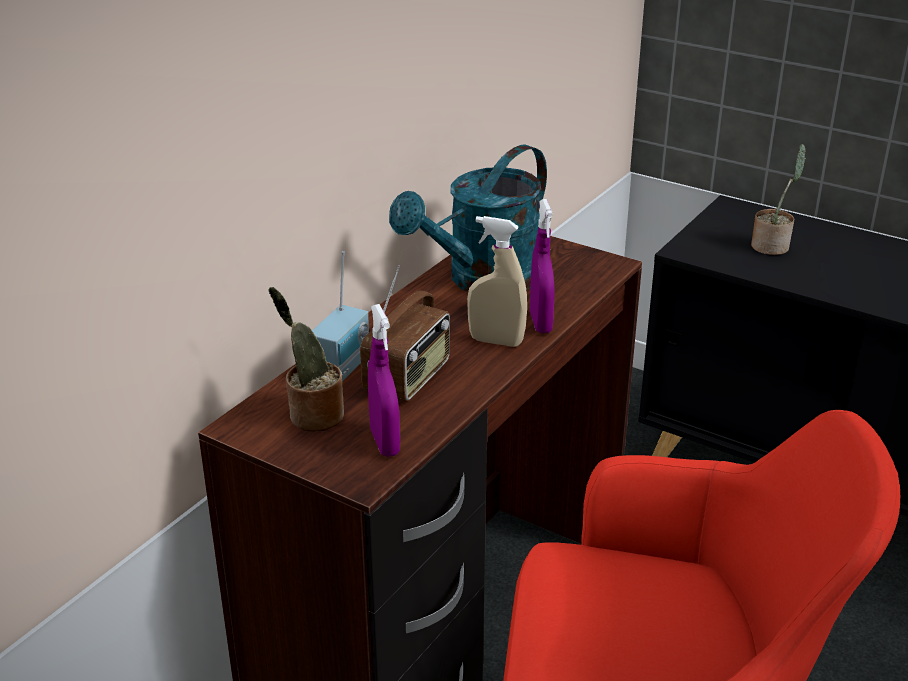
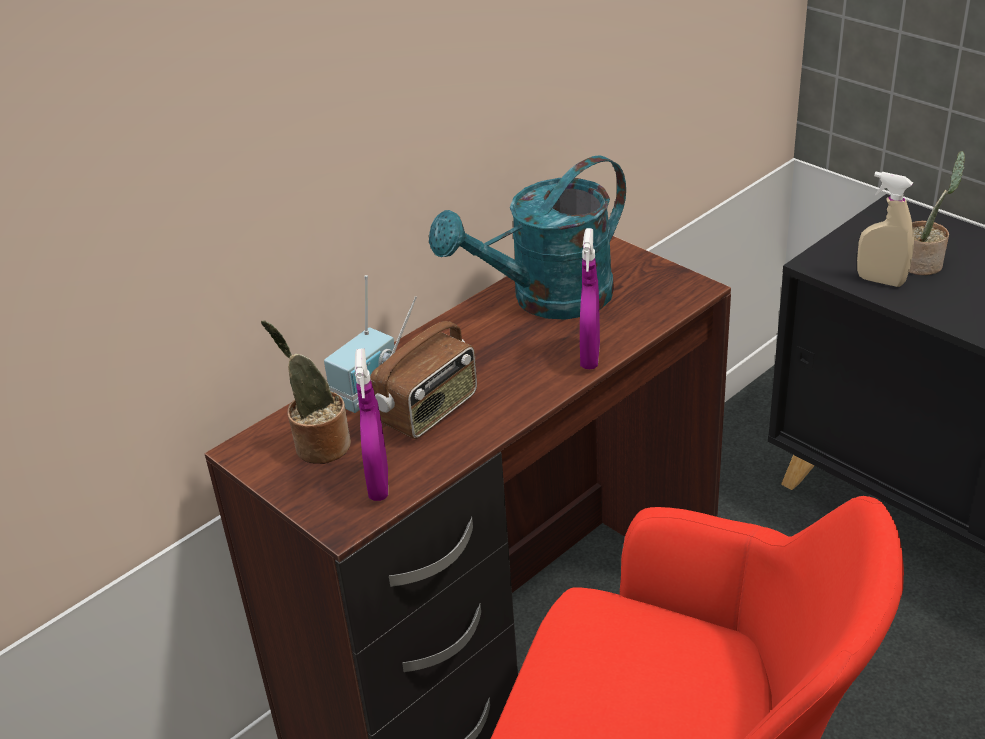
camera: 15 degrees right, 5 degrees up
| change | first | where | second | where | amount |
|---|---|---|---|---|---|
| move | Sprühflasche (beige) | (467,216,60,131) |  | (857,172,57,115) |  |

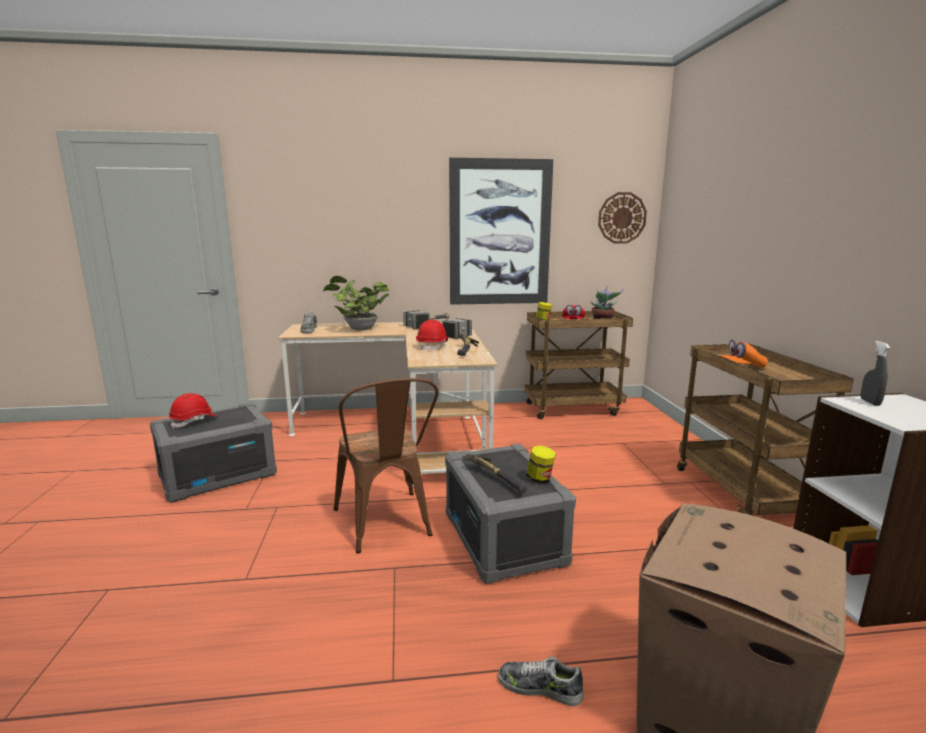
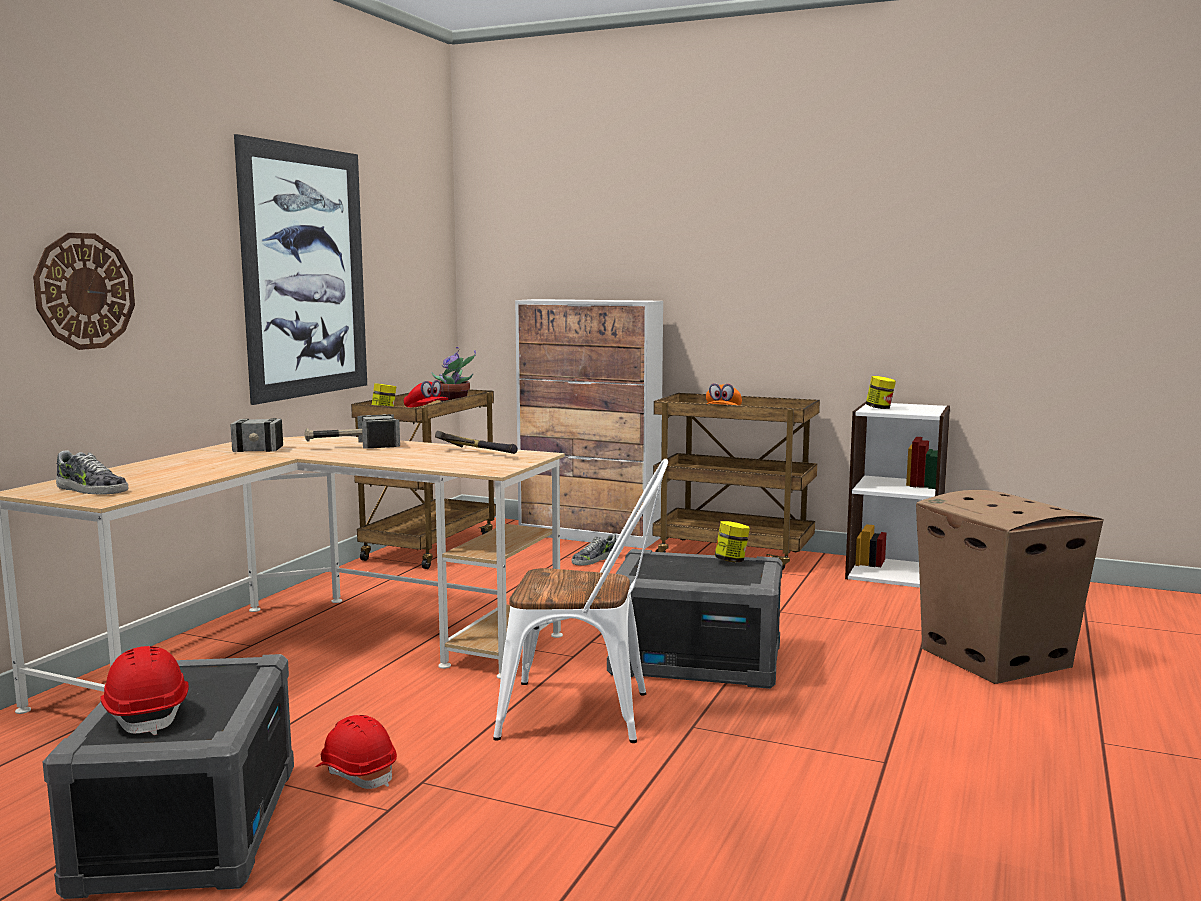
camera: 60 degrees left, 5 degrees down
| change | first | where | second | where | amount |
|---|---|---|---|---|---|
| delete | Topfpflanze | (323,276,66,55) |  |  |  |
| recolor | Stuhl (braun) | (333,378,106,175) | Stuhl (weiß) | (493,459,175,284) |  |
| move | Schutzhelm (rot) | (416,320,32,32) |  | (315,715,82,74) |  |
| delete | Hammer | (465,454,62,39) |  |  |  |
| move | Schuh | (498,656,86,50) |  | (572,533,44,33) |  |
| move | Wanduhr | (598,192,49,52) |  | (33,233,102,117) |  |
| replace | Sprühflasche (grau) | (861,341,29,65) | Vorratsglas | (866,376,30,33) |  |
| insert |  |  | Schrank | (515,299,148,250) |  |

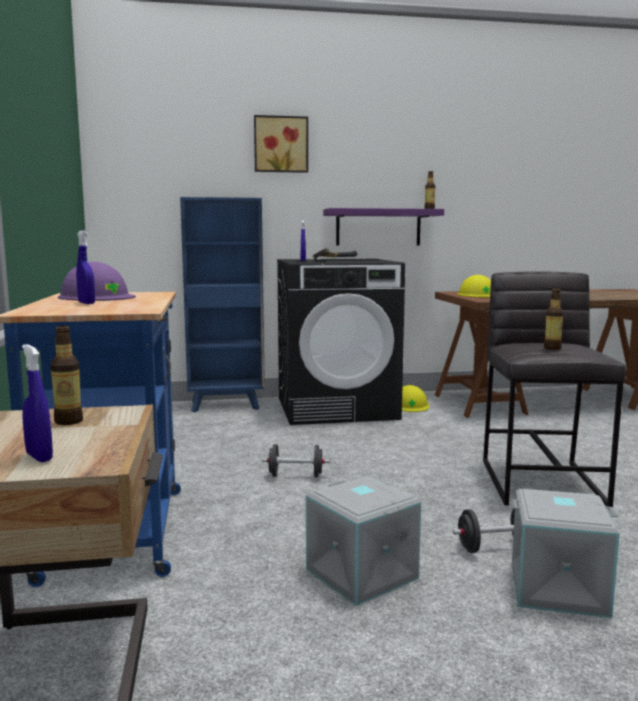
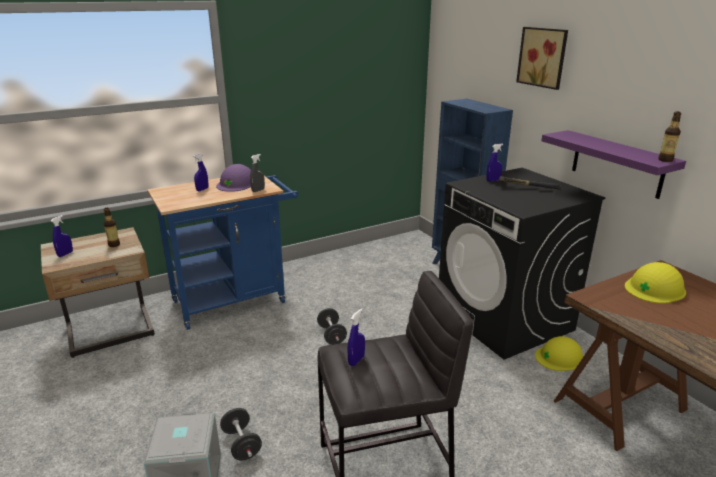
camera: 70 degrees right, 15 degrees up
| change | first | where | second | where | amount |
|---|---|---|---|---|---|
| delete | Aufbewahrungsbox (grau) | (306,476,115,130) |  |  |  |
| replace | Flasche | (544,288,20,62) | Sprühflasche (blau) | (348,309,17,57) |  |
| insert |  |  | Sprühflasche (grau) | (250,154,15,38) |  |

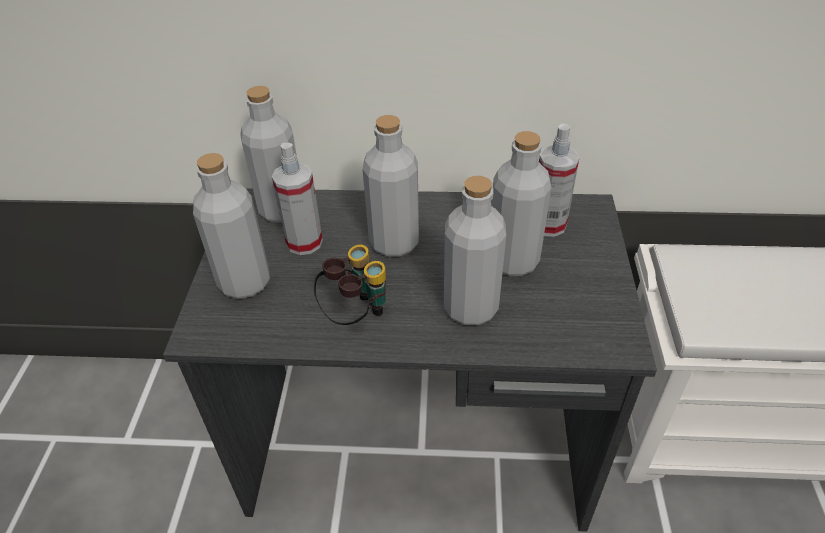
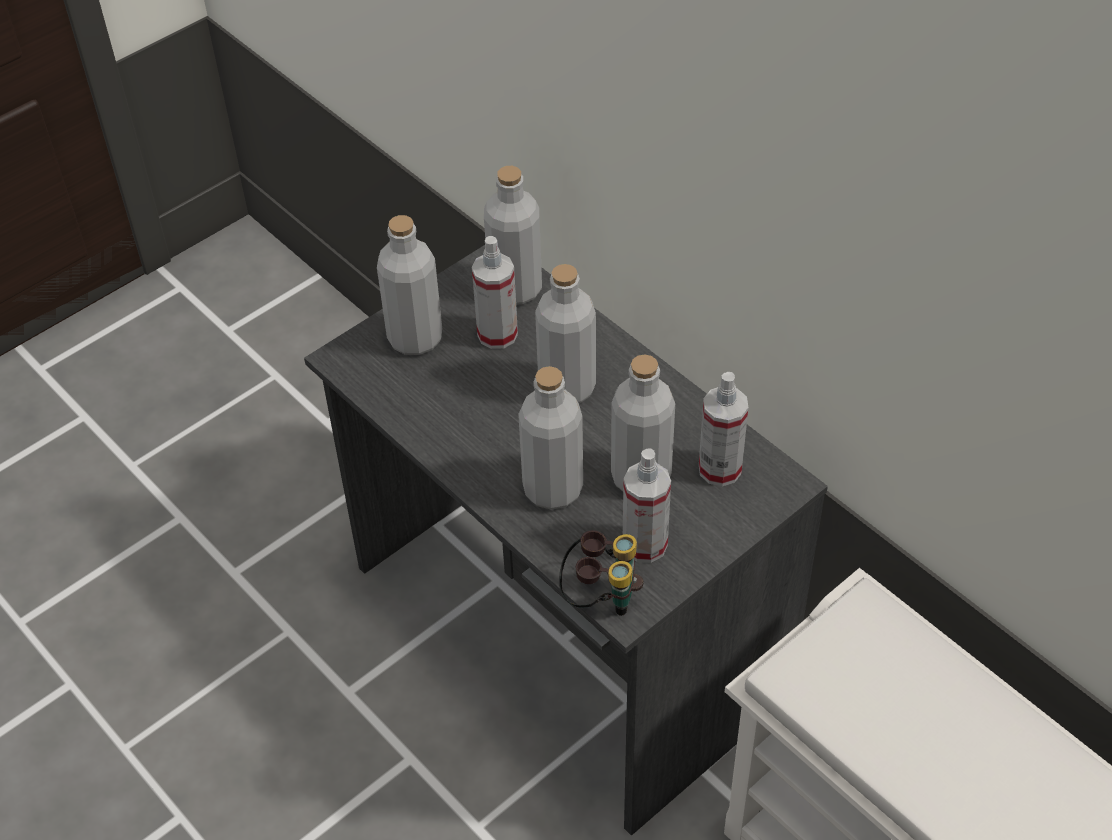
camera: 45 degrees right, 5 degrees up
| change | first | where | second | where | amount |
|---|---|---|---|---|---|
| move | Fernglas | (314,245,72,80) |  | (559,530,84,86) |  |
| insert |  |  | Sprühflasche | (623,448,48,115) |  |

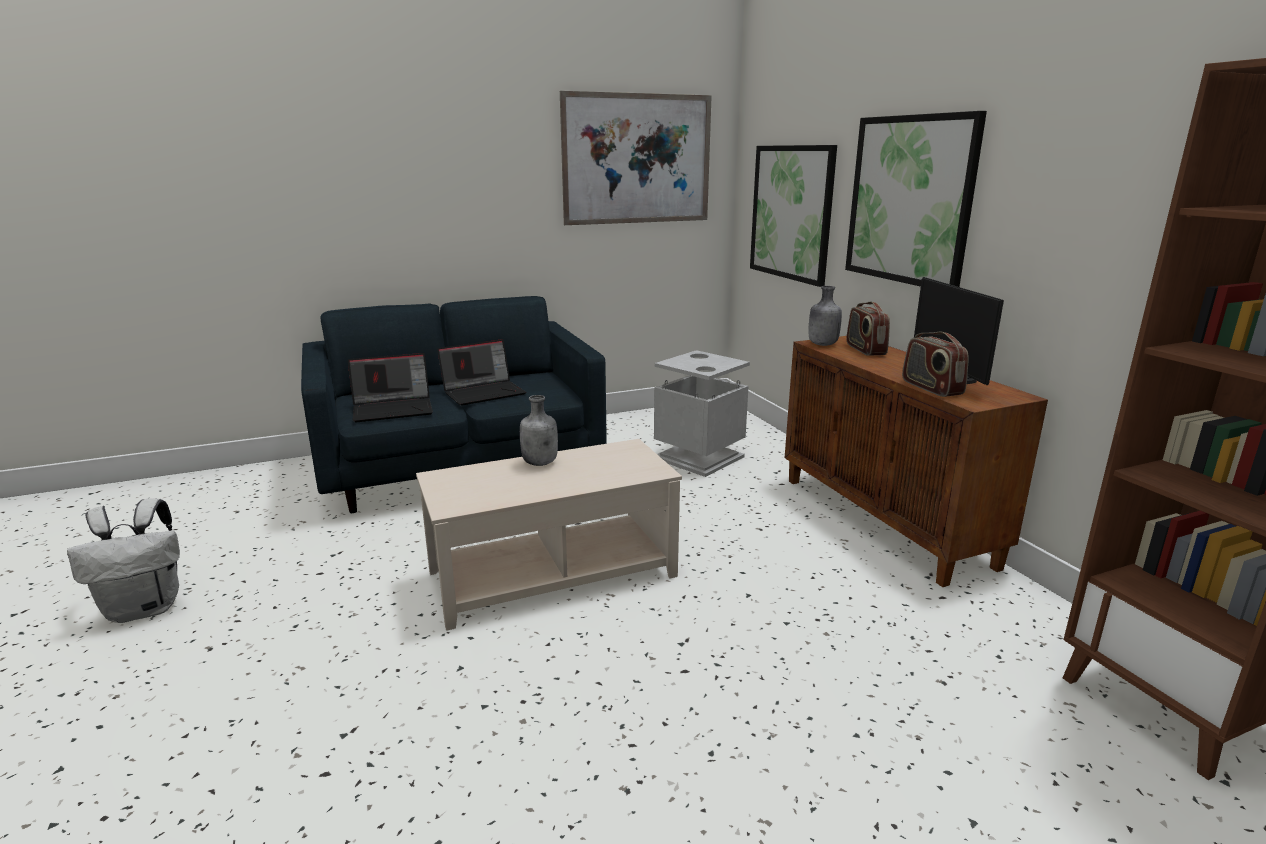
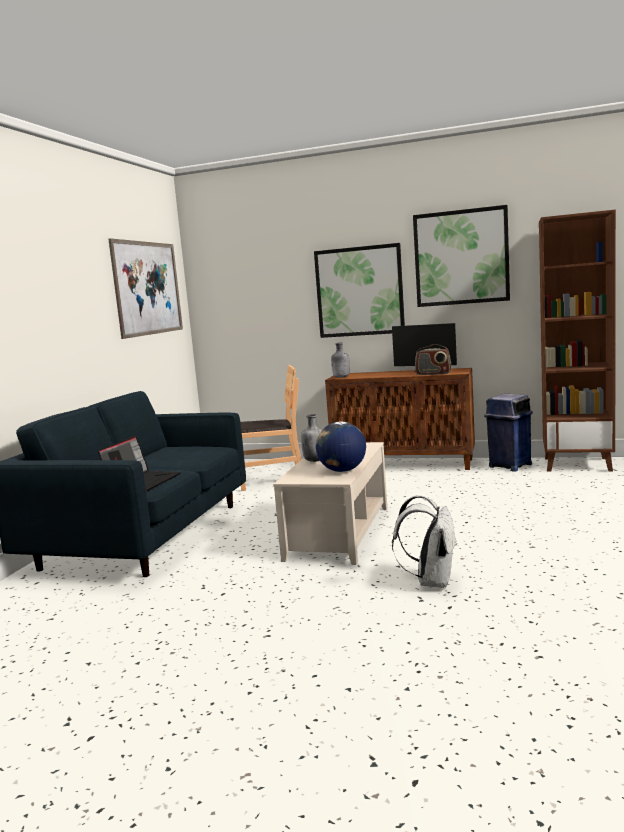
camera: 50 degrees left, 10 degrees down
| change | first | where | second | where | amount |
|---|---|---|---|---|---|
| move | Rucksack (weiß) | (67,498,113,125) |  | (392,495,65,93) |  |
| delete | Laptop | (437,339,89,67) |  |  |  |
| replace | Mülleimer (grau) | (654,350,96,127) | Stuhl (braun) | (240,365,62,126) |  |
| move | Bild | (750,145,87,142) |  | (413,205,97,102) |  |
| delete | Radio | (847,301,43,55) |  |  |  |
| insert |  |  | Globus | (316,422,50,50) |  |
| insert |  |  | Mülleimer (blau) | (484,394,49,77) |  |

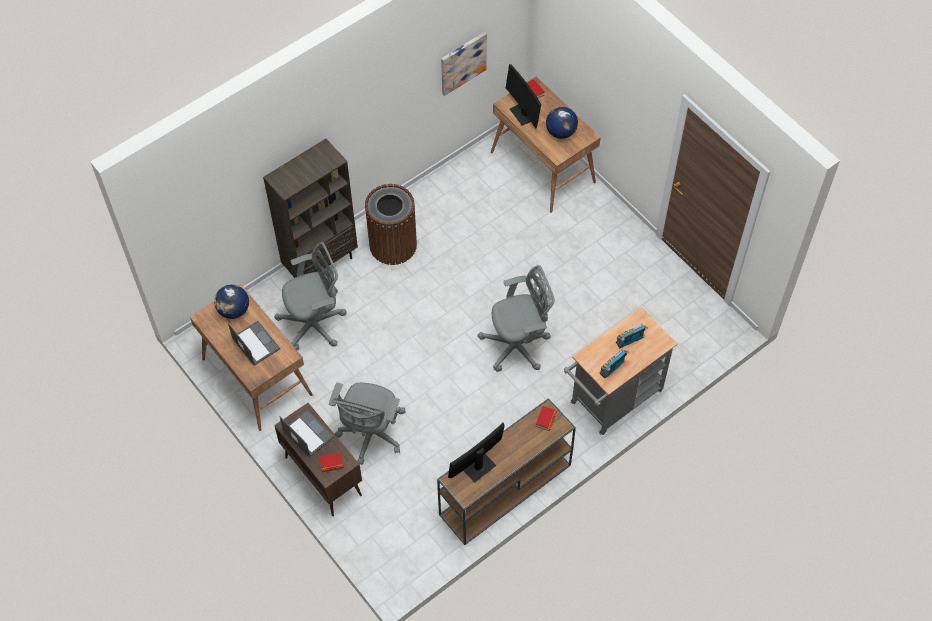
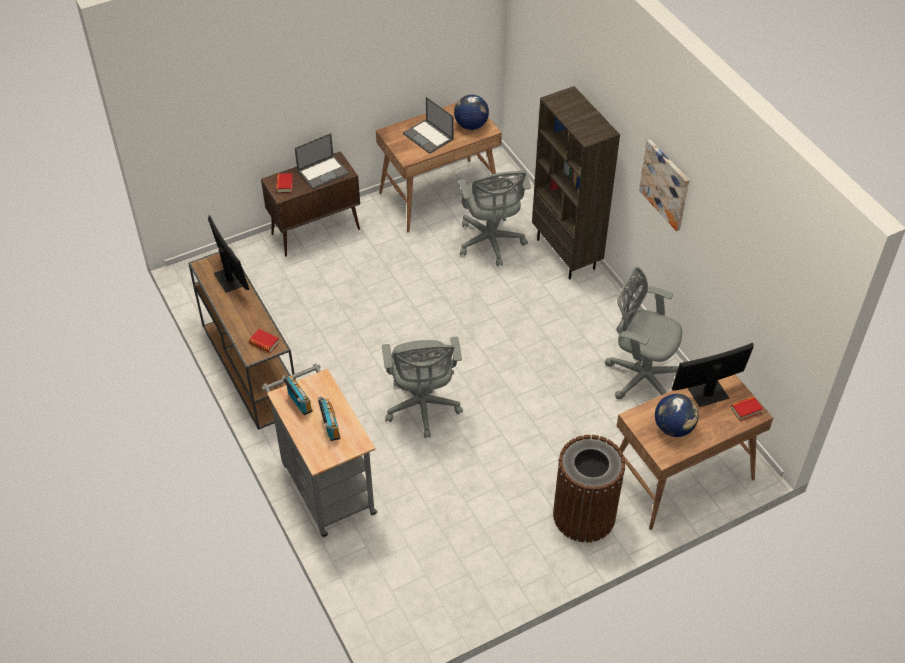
camera: 100 degrees right, 10 degrees down
| change | first | where | second | where | amount |
|---|---|---|---|---|---|
| rotate | Laptop | (228,321,52,45) |  | (403,97,51,57) | 75 degrees clockwise |
| move | Bürostuhl (grau) | (329,383,76,82) |  | (605,266,77,133) |  |
| move | Mülleimer (braun) | (365,184,52,81) |  | (553,435,72,107) |  |
| move | Bild | (441,32,46,64) |  | (639,139,50,92) |  |

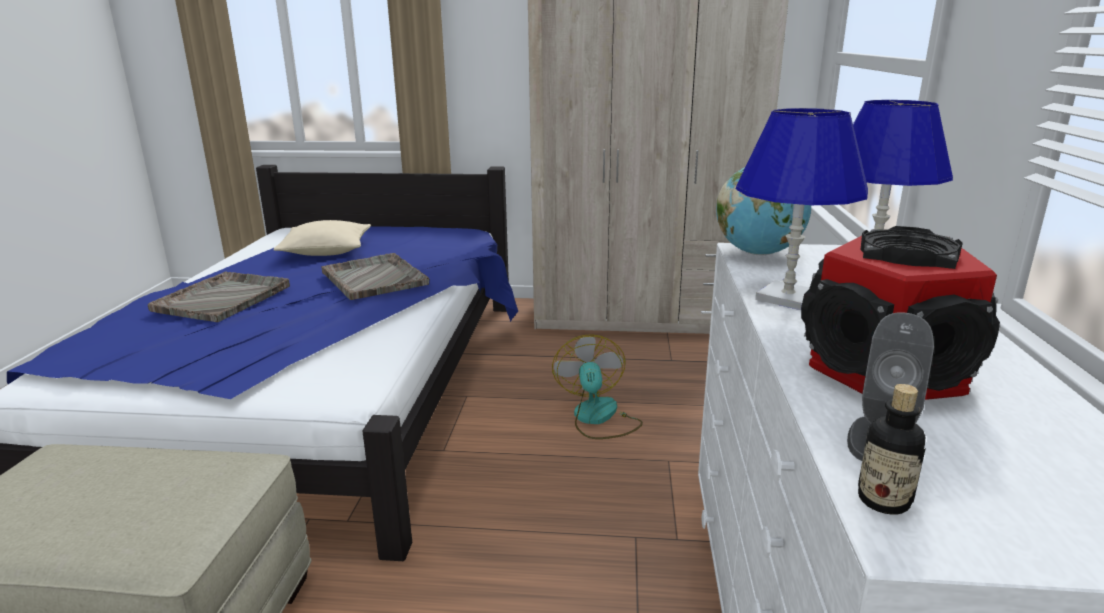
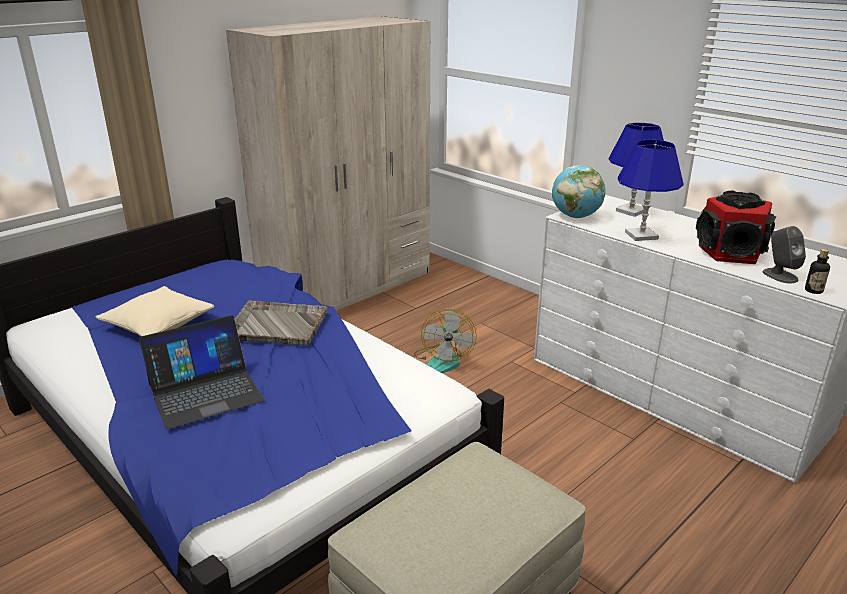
camera: 50 degrees left, 5 degrees up
| change | first | where | second | where | amount |
|---|---|---|---|---|---|
| replace | Tablett (grau) | (148,271,142,51) | Laptop | (139,315,125,114) |  |
| rotate | Ventilator | (552,334,91,105) |  | (414,309,63,64) | 120 degrees counterclockwise |

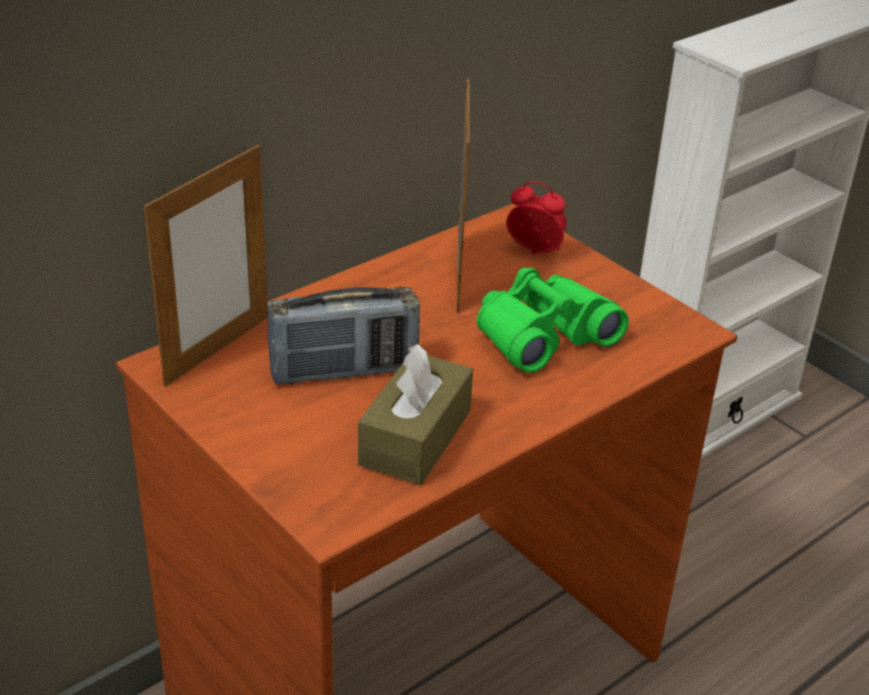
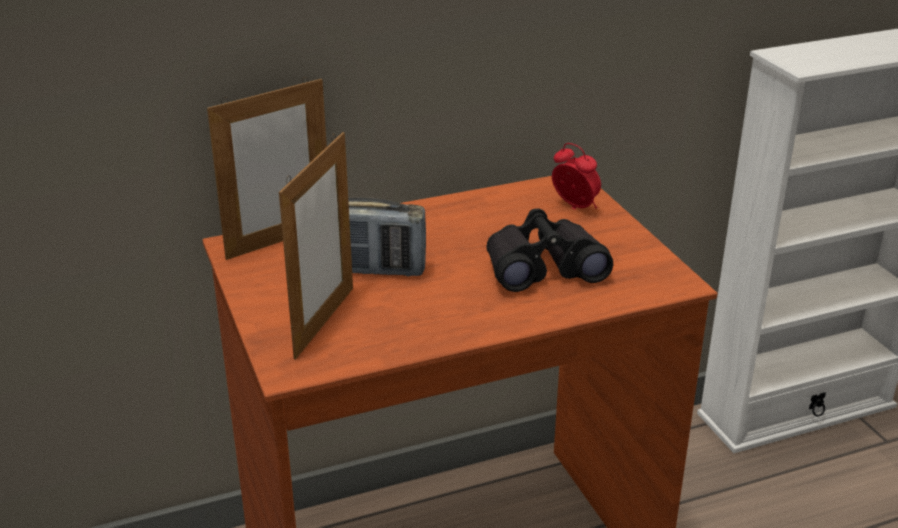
camera: 20 degrees right, 5 degrees down
| change | first | where | second | where | amount |
|---|---|---|---|---|---|
| delete | Taschentuchbox (braun) | (358,344,115,141) |  |  |  |
| move | Bilderrahmen | (457,78,12,235) |  | (279,132,74,227) |  |
| recolor | Fernglas (grün) | (477,268,152,105) | Fernglas (schwarz) | (486,209,127,83) |  |

